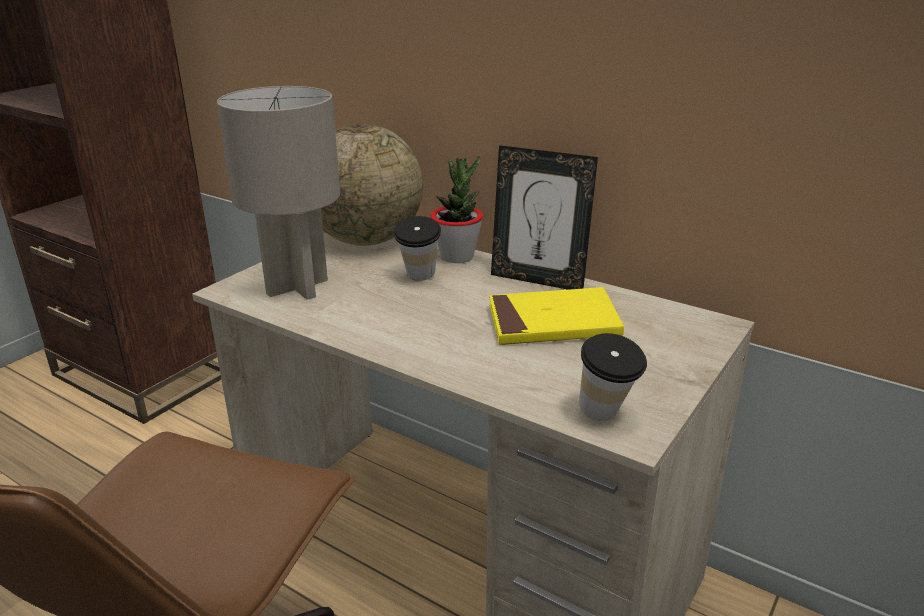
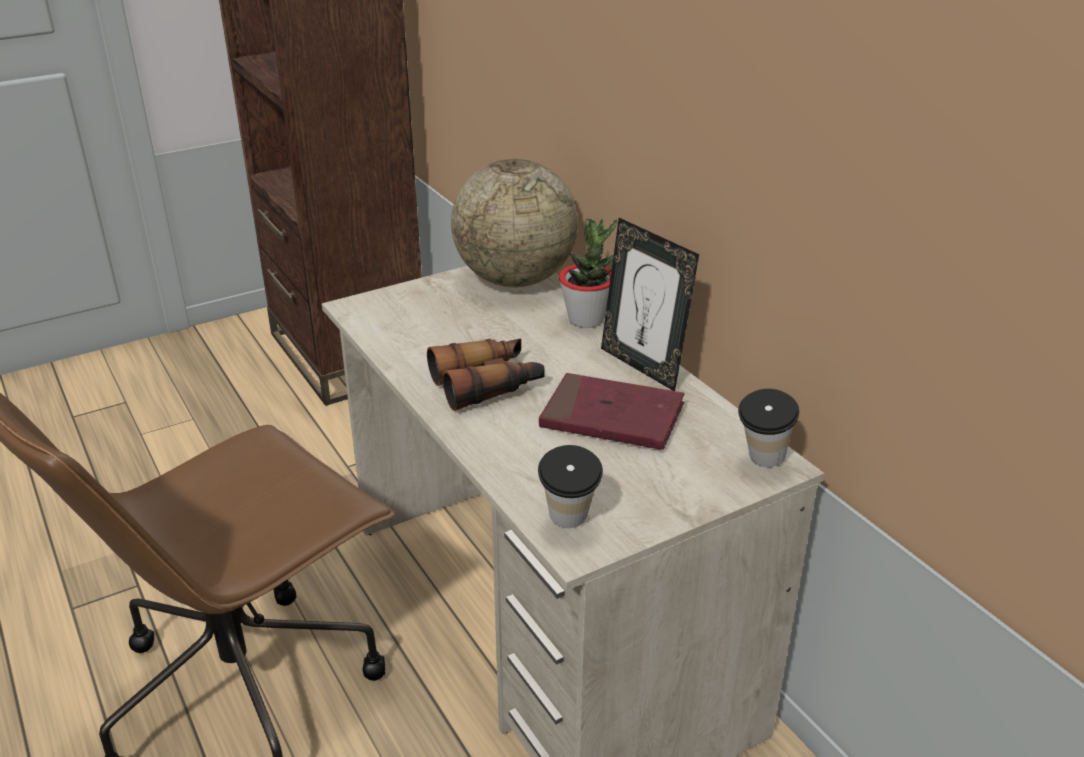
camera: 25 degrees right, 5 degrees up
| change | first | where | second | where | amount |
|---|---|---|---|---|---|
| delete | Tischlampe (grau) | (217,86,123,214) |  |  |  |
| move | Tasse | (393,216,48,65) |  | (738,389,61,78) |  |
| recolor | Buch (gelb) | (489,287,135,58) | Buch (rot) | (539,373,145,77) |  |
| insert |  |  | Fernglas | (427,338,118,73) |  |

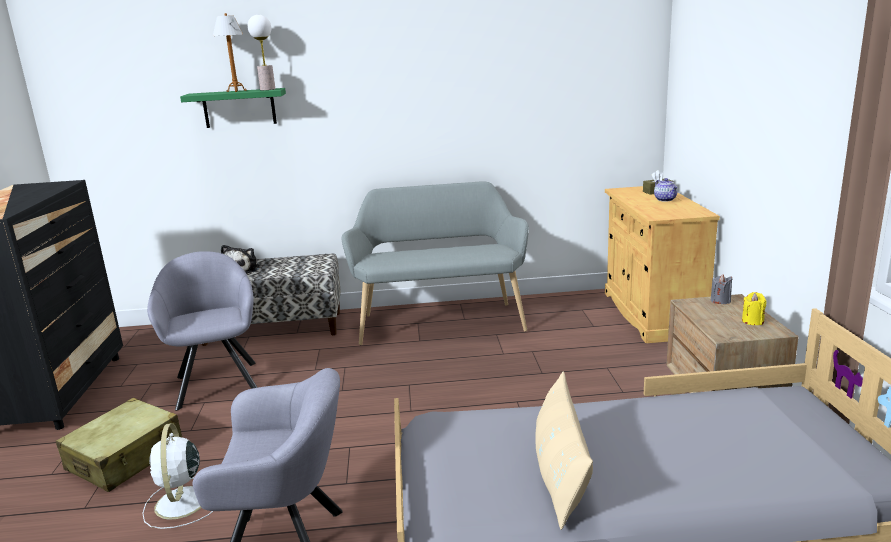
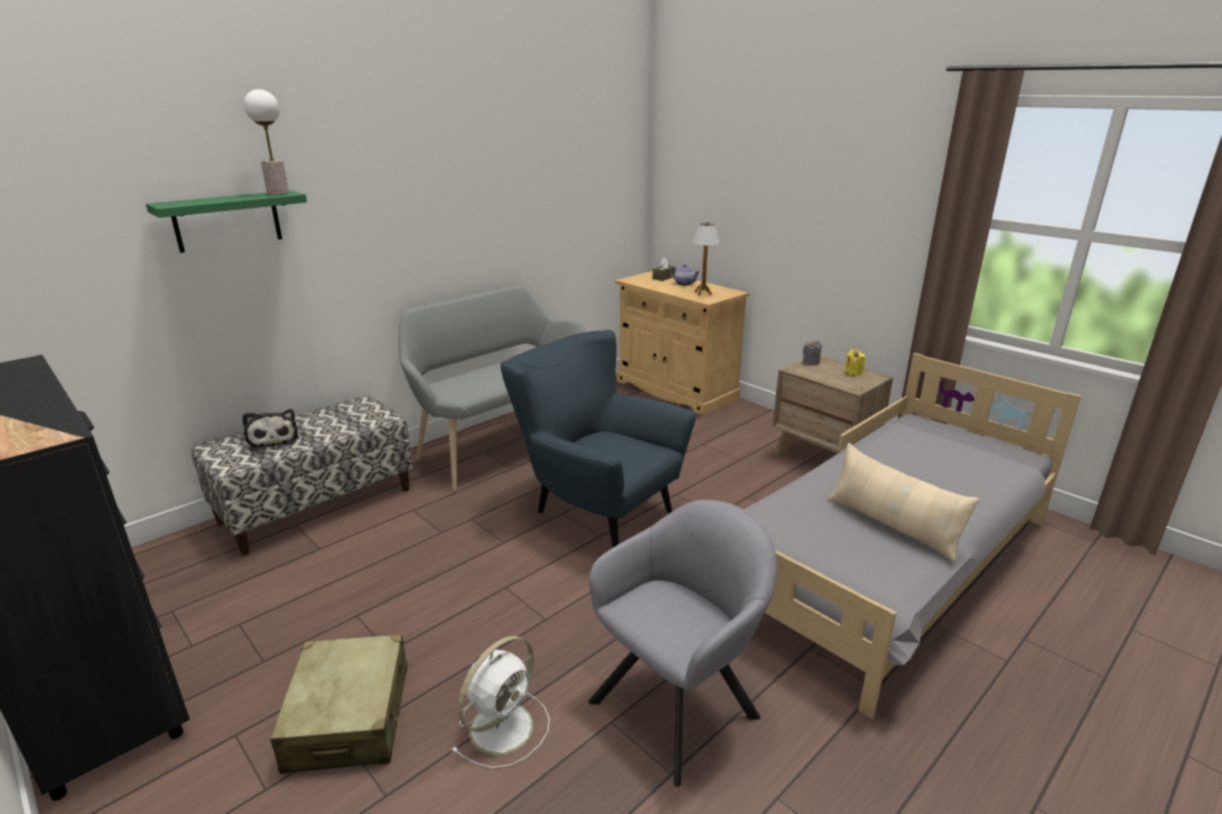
camera: 40 degrees left, 5 degrees up
| change | first | where | second | where | amount |
|---|---|---|---|---|---|
| rotate | Ventilator (weiß) | (142,423,71,106) |  | (451,636,99,132) | 90 degrees counterclockwise |
| delete | Sessel (grau) | (147,251,111,160) |  |  |  |
| move | Tischlampe | (213,13,34,79) |  | (692,222,28,73) |  |
| insert |  |  | Sessel (blau) | (501,330,195,217) |  |

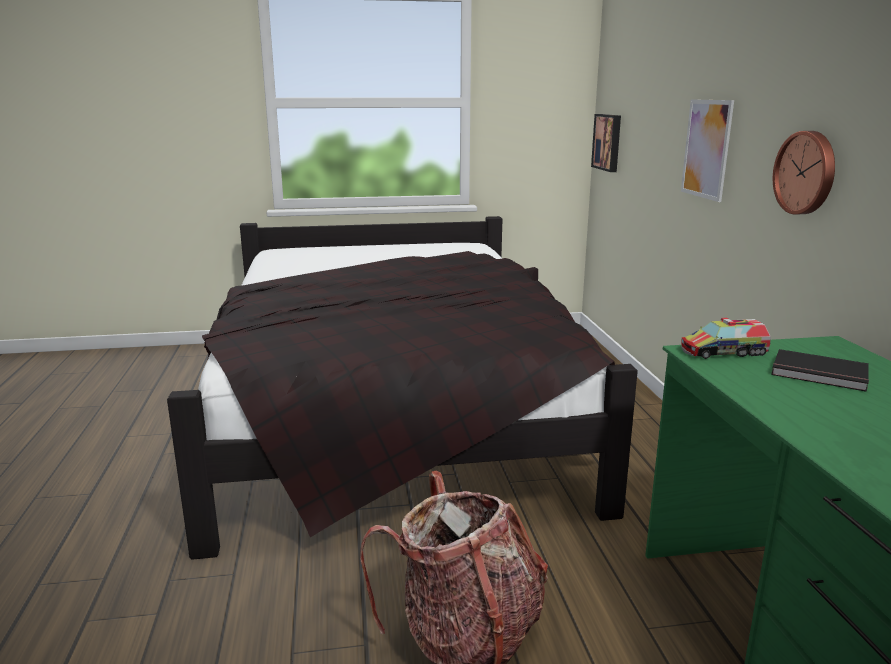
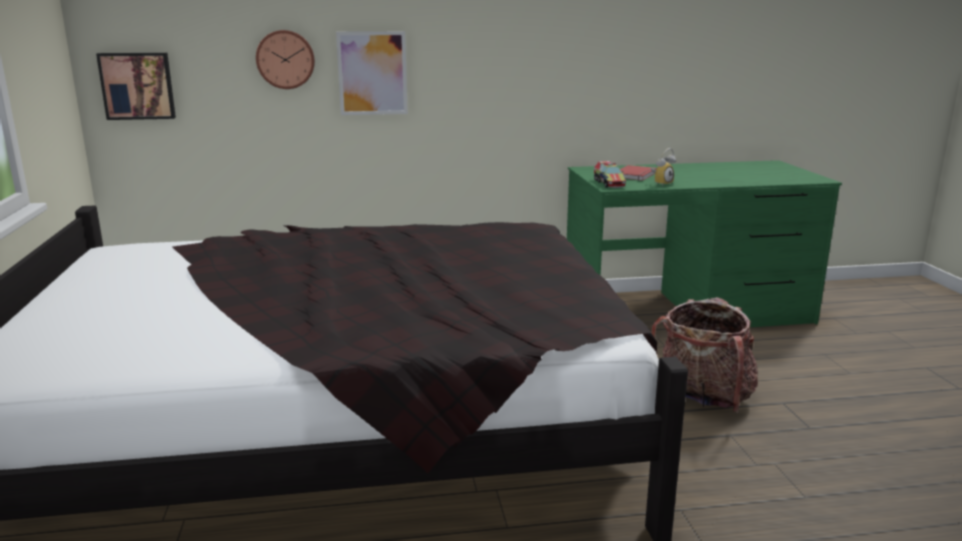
camera: 90 degrees left, 0 degrees up
| change | first | where | second | where | amount |
|---|---|---|---|---|---|
| recolor | Buch (schwarz) | (771,349,98,43) | Buch (rot) | (620,165,37,16) |  |
| move | Wanduhr | (773,131,62,83) |  | (256,30,59,59) |  |
| insert |  |  | Wecker | (651,148,25,37) |  |

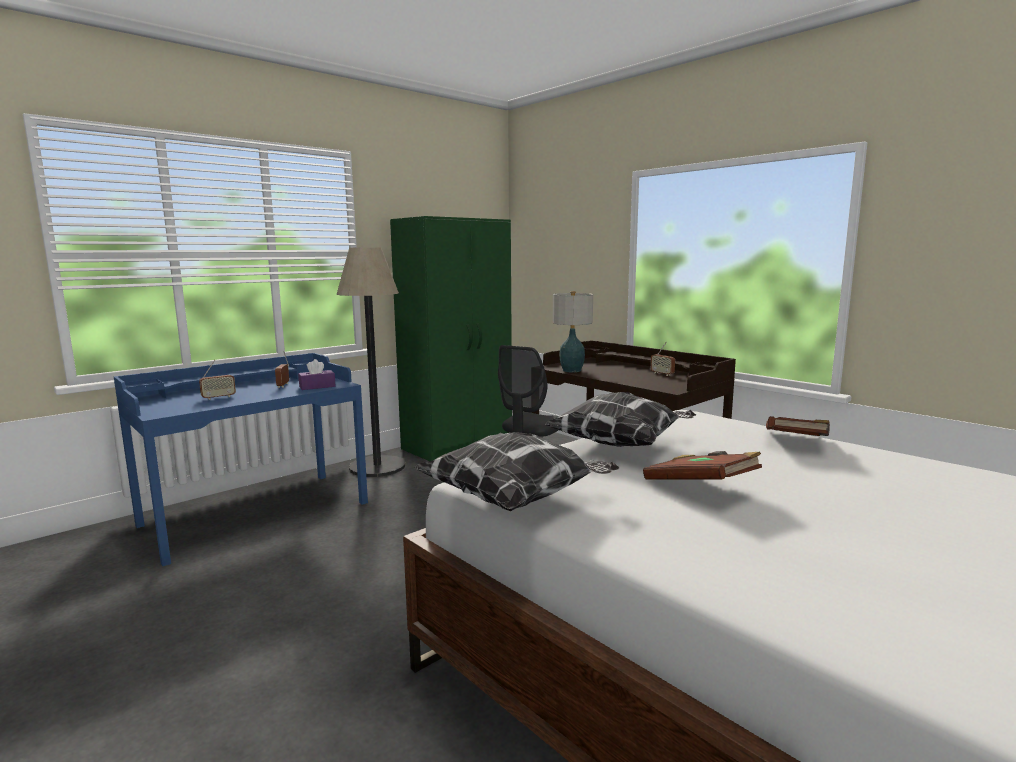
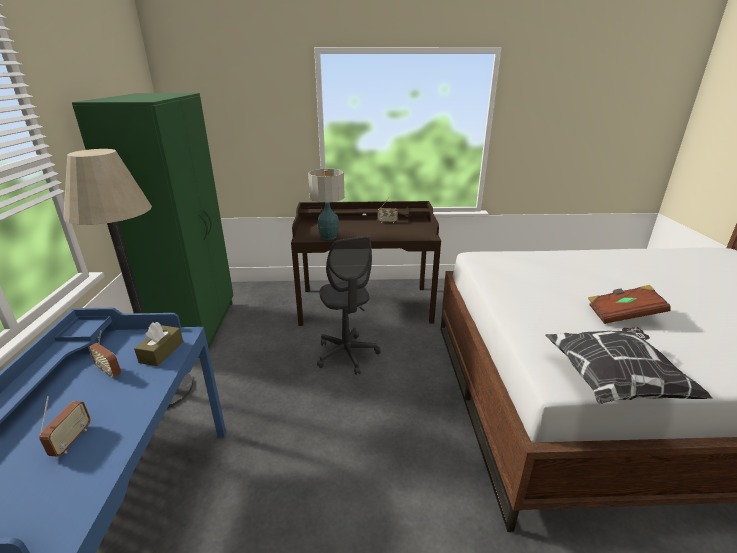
camera: 50 degrees left, 15 degrees up
| change | first | where | second | where | amount |
|---|---|---|---|---|---|
| recolor | Taschentuchbox (lila) | (298,359,37,31) | Taschentuchbox (braun) | (134,322,49,44) |  |
| delete | Kissen | (545,392,151,55) |  |  |  |
| delete | Buch (braun) | (766,416,64,20) |  |  |  |

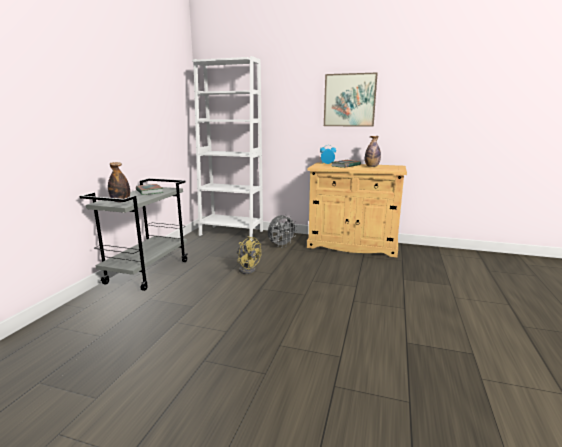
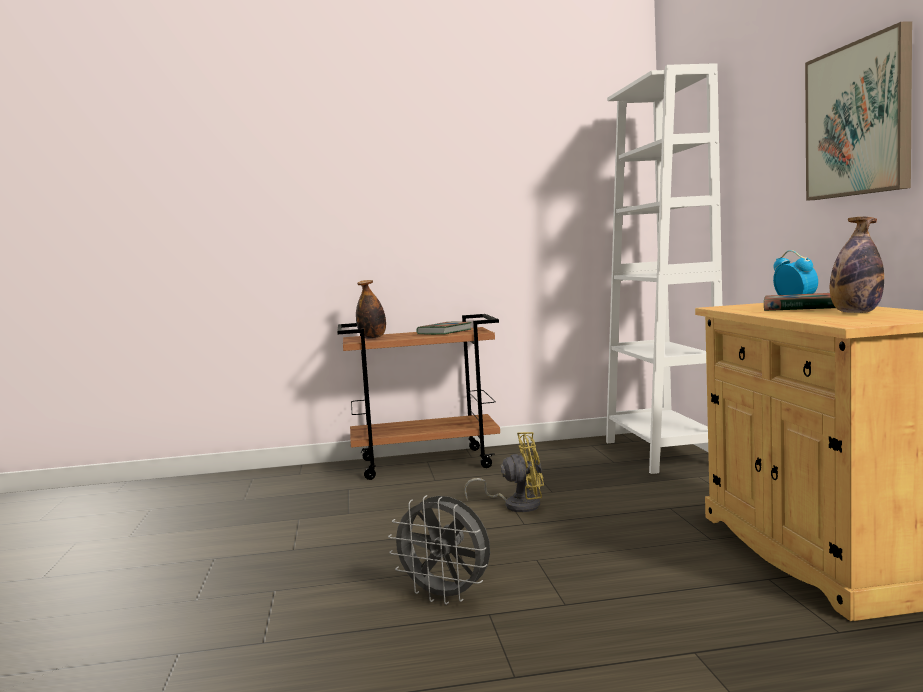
camera: 65 degrees right, 10 degrees down
| change | first | where | second | where | amount |
|---|---|---|---|---|---|
| recolor | Rollwagen (grau) | (80,178,108,113) | Rollwagen (braun) | (337,314,163,166) |  |
| rotate | Ventilator (gelb) | (237,236,24,38) |  | (464,432,80,80) | 105 degrees counterclockwise |
| move | Ventilator (grau) | (268,215,29,32) |  | (388,495,102,110) |  |

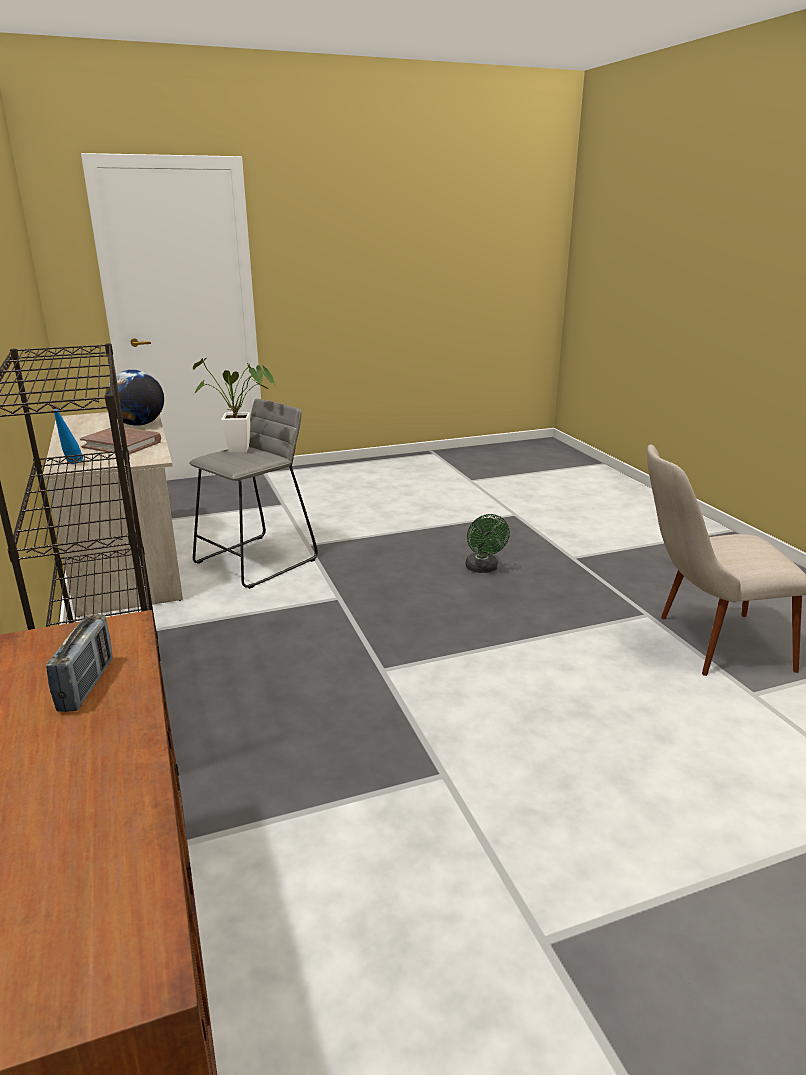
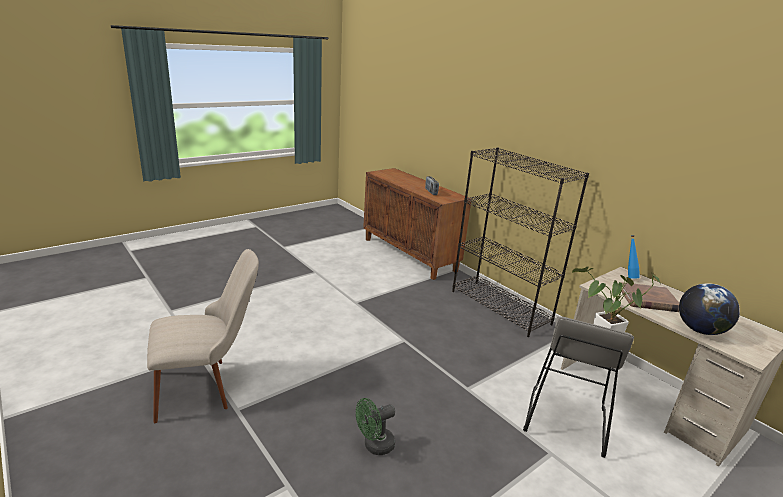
camera: 160 degrees right, 0 degrees up
| change | first | where | second | where | amount |
|---|---|---|---|---|---|
| rotate | Ventilator (grün) | (465,514,45,59) |  | (356,398,39,57) | 90 degrees counterclockwise |

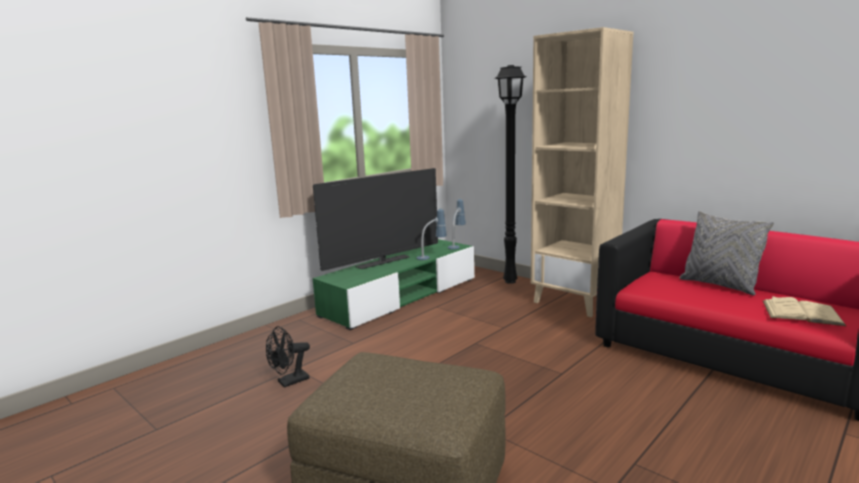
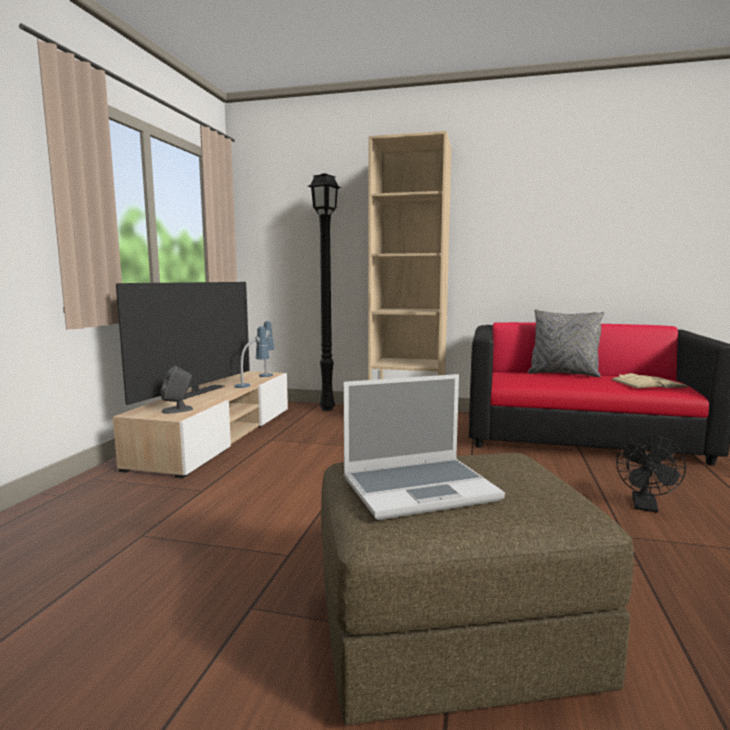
camera: 30 degrees left, 5 degrees down
| change | first | where | second | where | amount |
|---|---|---|---|---|---|
| move | Ventilator (schwarz) | (266,326,44,62) |  | (616,434,70,78) |  |
| recolor | Fernsehschrank (grün) | (313,239,162,91) | Fernsehschrank (beige) | (113,371,175,107) |  |
| insert |  |  | Lautsprecher (grau) | (161,366,32,48) |  |
| insert |  |  | Laptop | (343,374,162,146) |  |

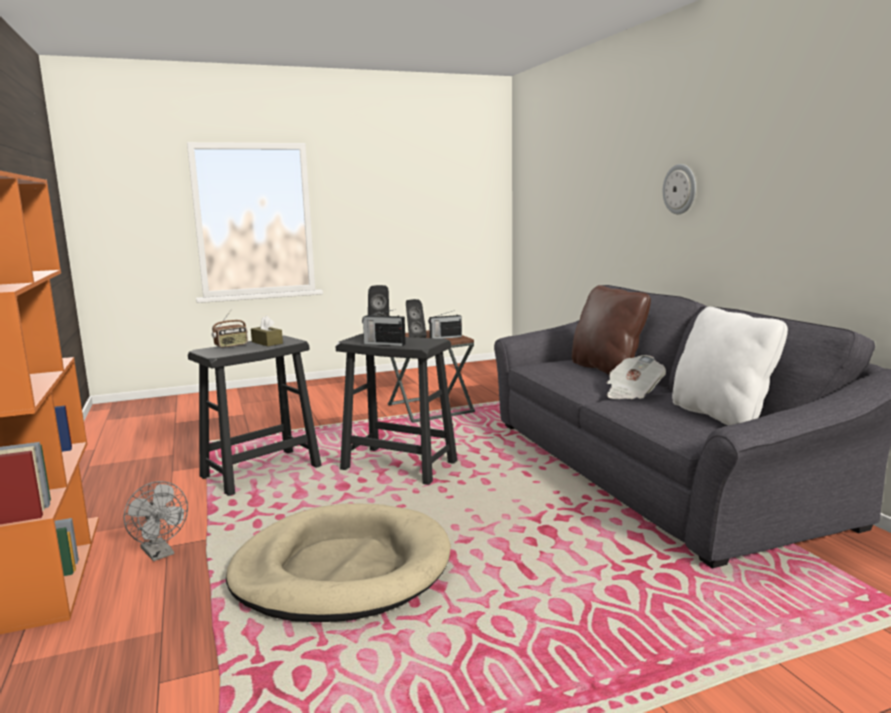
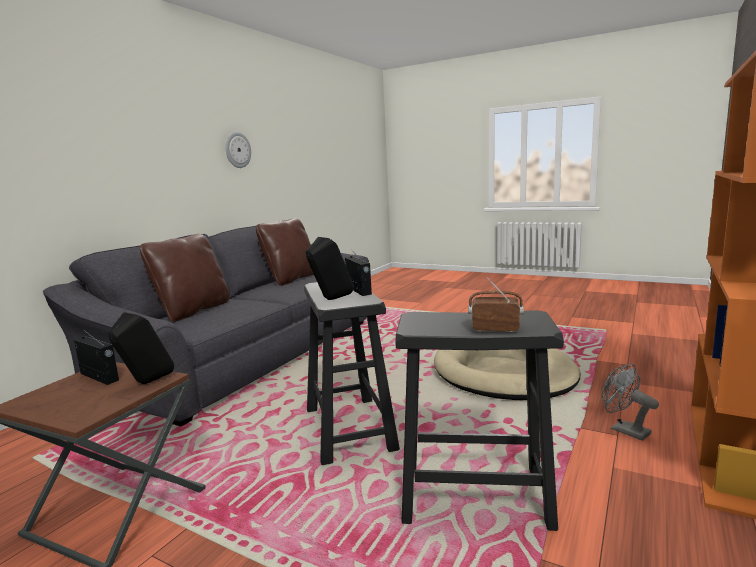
camera: 130 degrees left, 0 degrees up
| change | first | where | second | where | amount |
|---|---|---|---|---|---|
| rotate | Ventilator (grau) | (123,481,65,80) |  | (602,363,57,78) | 45 degrees counterclockwise |
| delete | Taschentuchbox (braun) | (251,316,32,30) |  |  |  |
| delete | Zeitung | (607,355,59,44) |  |  |  |
| move | Wanduhr | (663,164,33,50) |  | (225,132,26,36) |  |
| recolor | Kissen (weiß) | (672,307,116,118) | Kissen (braun) | (256,218,58,68) |  |

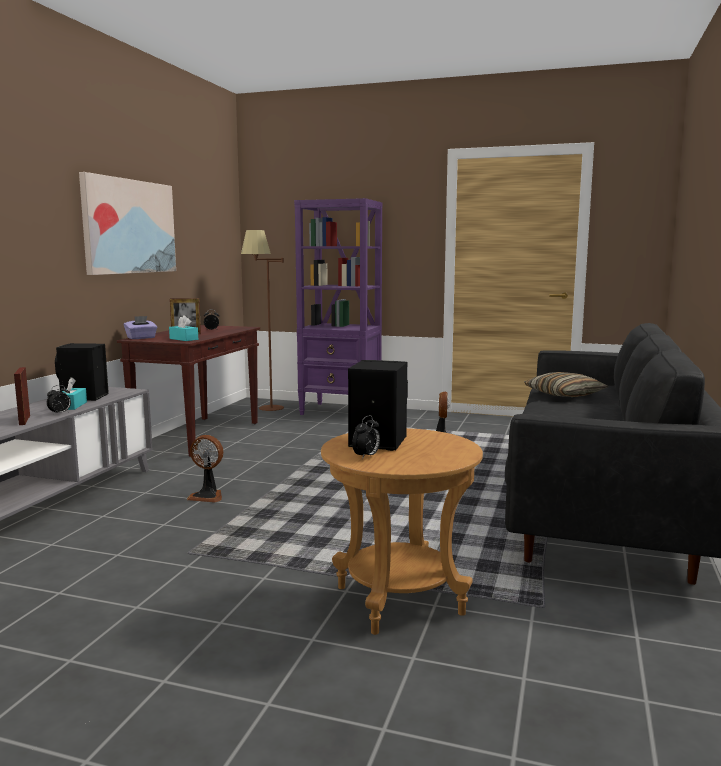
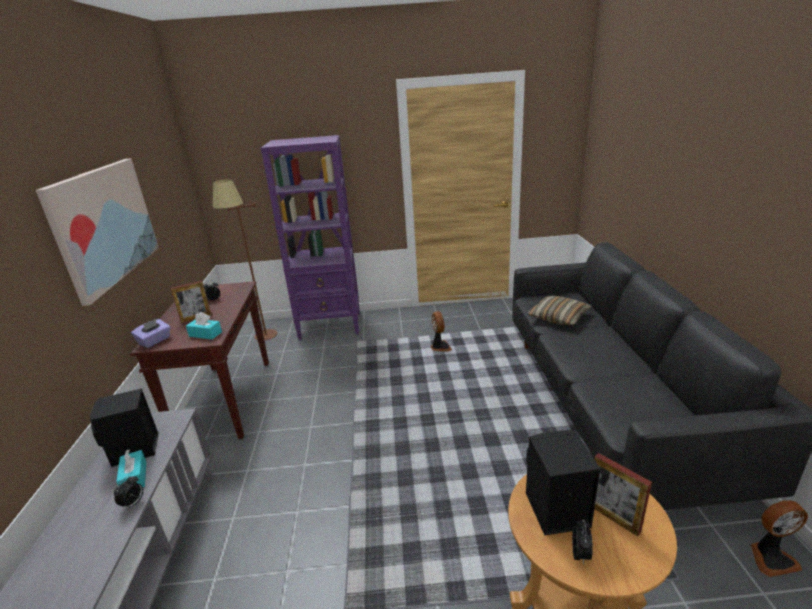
camera: 20 degrees left, 15 degrees up
| change | first | where | second | where | amount |
|---|---|---|---|---|---|
| move | Bilderrahmen | (14,367,16,58) |  | (594,453,58,83) |  |
| move | Ventilator | (187,435,36,68) |  | (751,500,57,77) |  |

